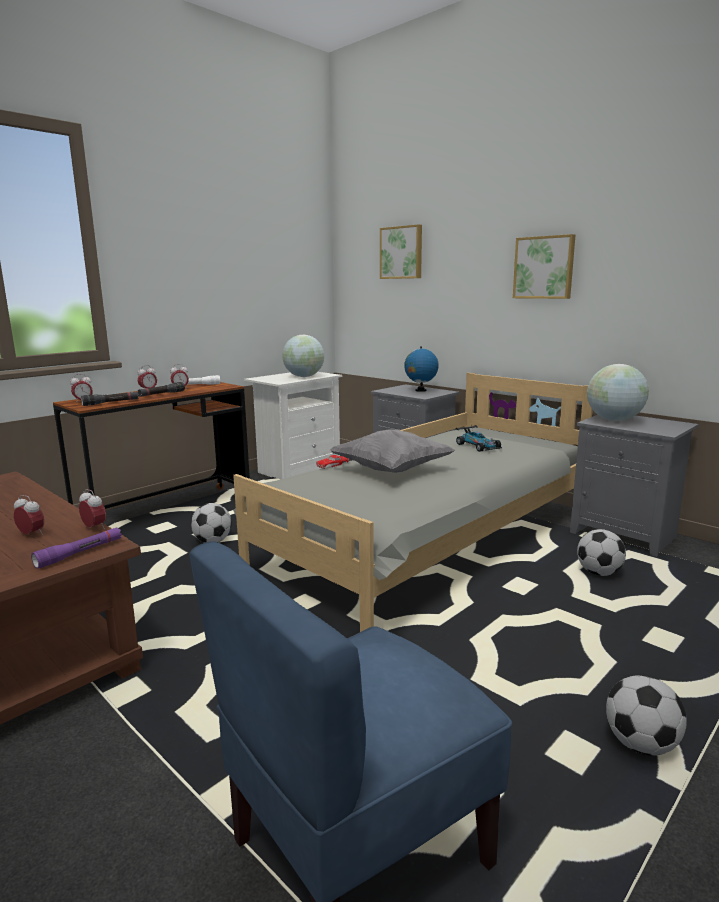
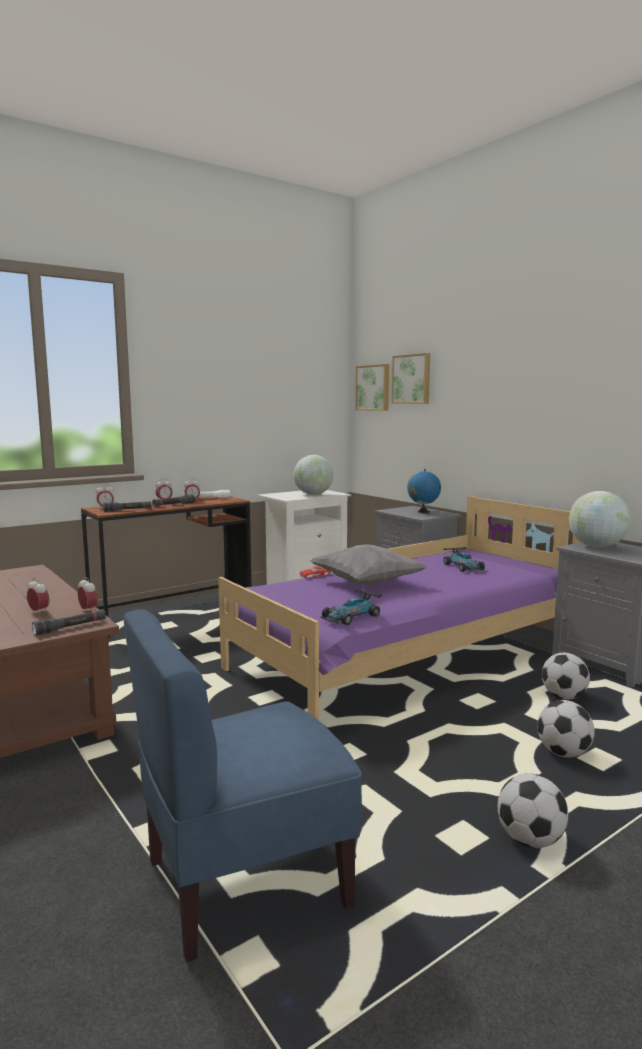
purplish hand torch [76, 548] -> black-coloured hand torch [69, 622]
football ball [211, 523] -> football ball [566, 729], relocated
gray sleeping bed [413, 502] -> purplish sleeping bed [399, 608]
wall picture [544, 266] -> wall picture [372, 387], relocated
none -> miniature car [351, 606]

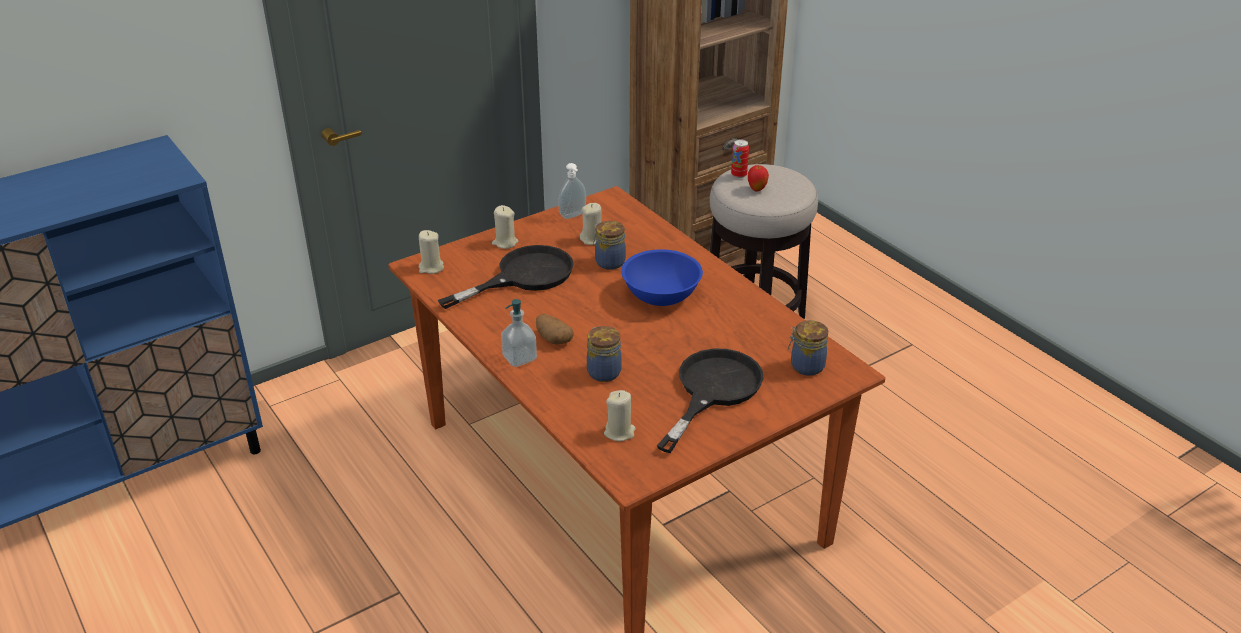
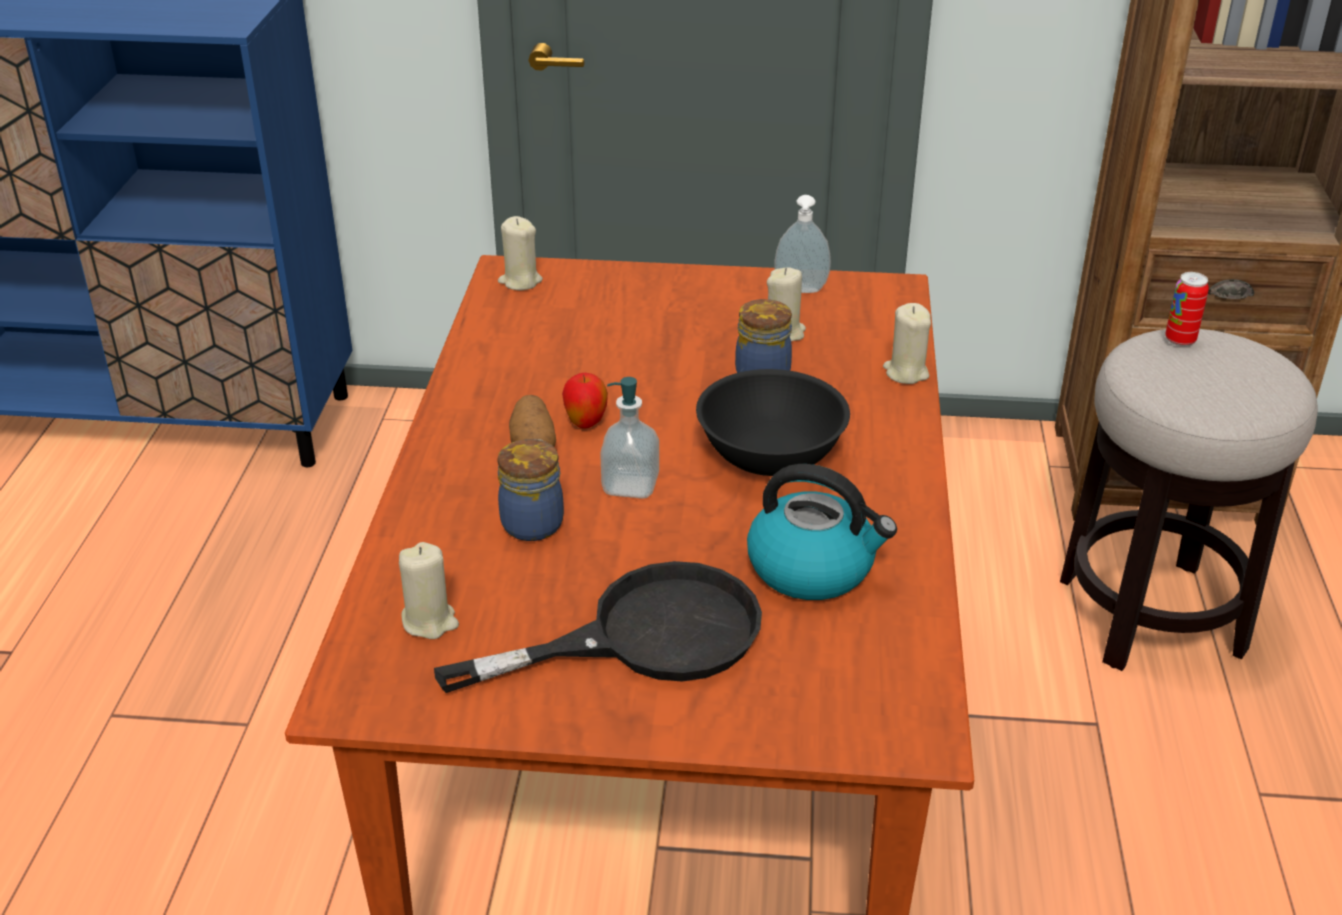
black-coloured frying pan [506, 277] -> none
beige wax candle [505, 227] -> beige wax candle [907, 343], relocated
liquid soap bottle [519, 333] -> liquid soap bottle [629, 438], relocated
blue-coloured deep dish [662, 277] -> black-coloured deep dish [773, 422]
apple fruit [758, 178] -> apple fruit [585, 400], relocated
storage jar [808, 348] -> none
none -> tea kettle [822, 532]

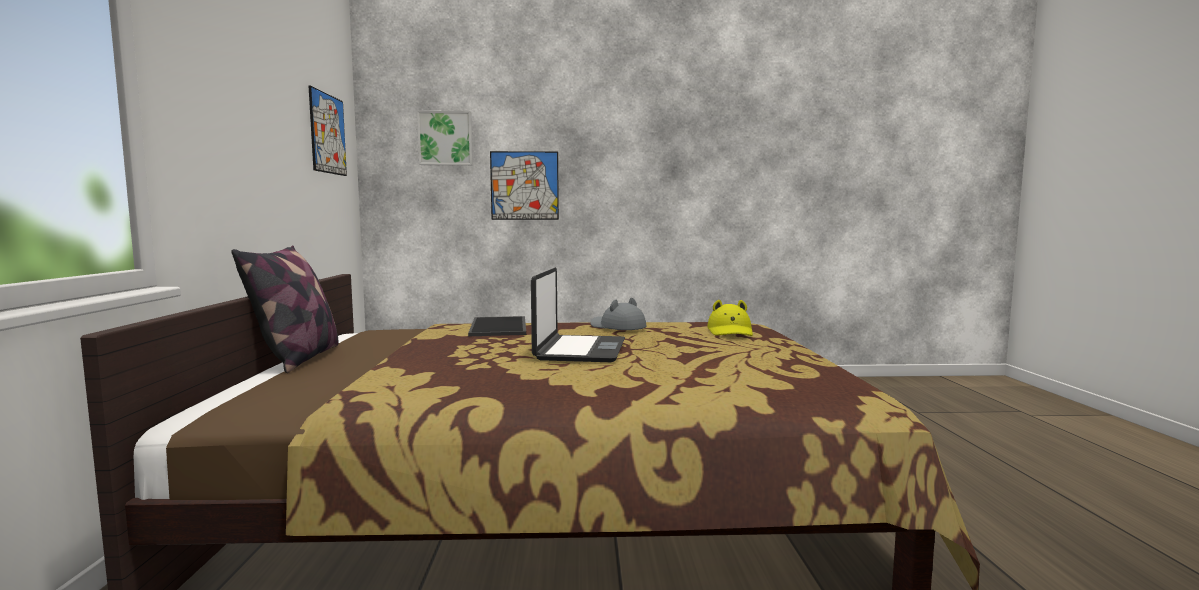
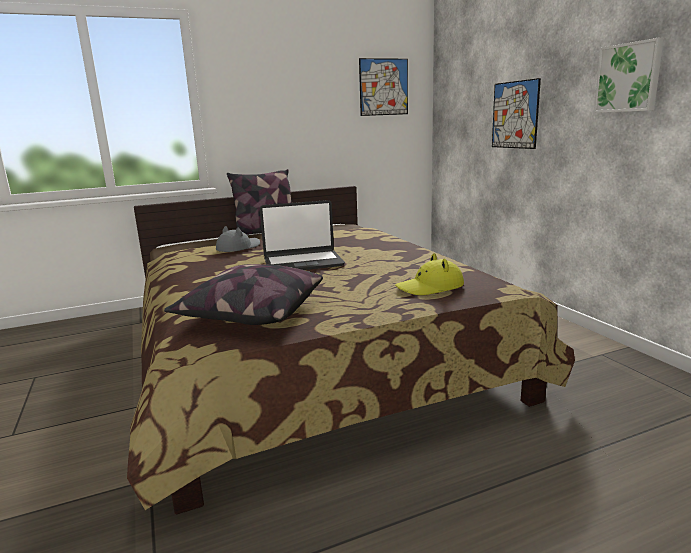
wall picture [445, 138] -> wall picture [629, 75], relocated
carrying tray [497, 326] -> none
gray hat [618, 314] -> gray hat [238, 239], relocated
none -> cushion [243, 294]

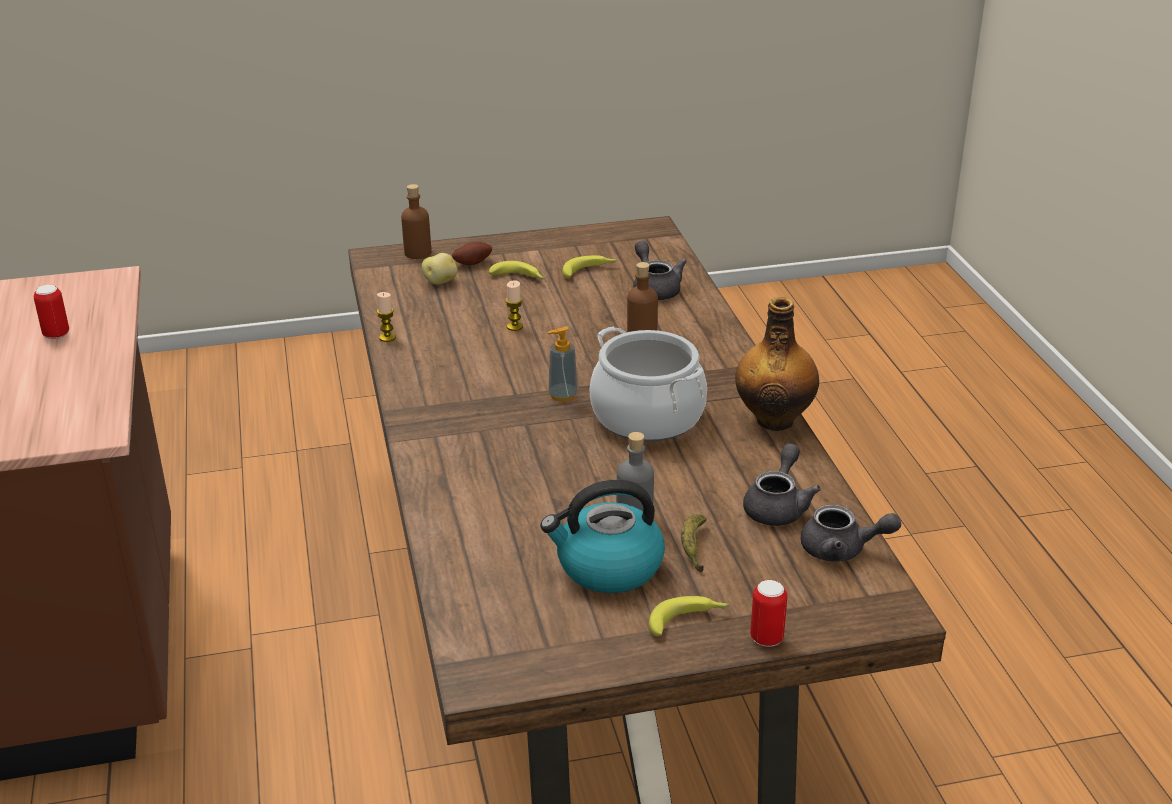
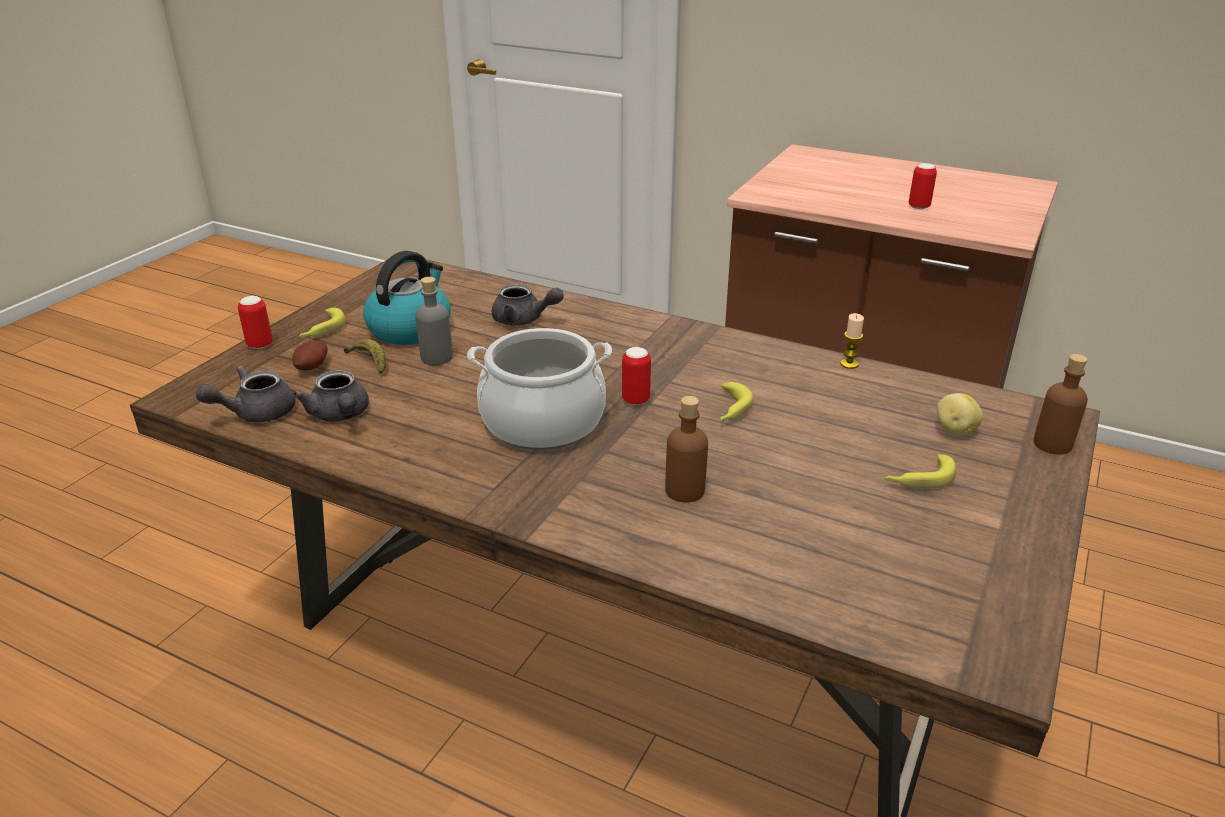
potato [472, 253] -> potato [310, 355], relocated
wax candle [514, 305] -> none
liquid soap bottle [563, 364] -> sealed can [636, 376]
banana fruit [589, 266] -> banana fruit [737, 402], relocated
gray pot for tea [660, 270] -> gray pot for tea [528, 304], relocated
beverage bottle [777, 364] -> none

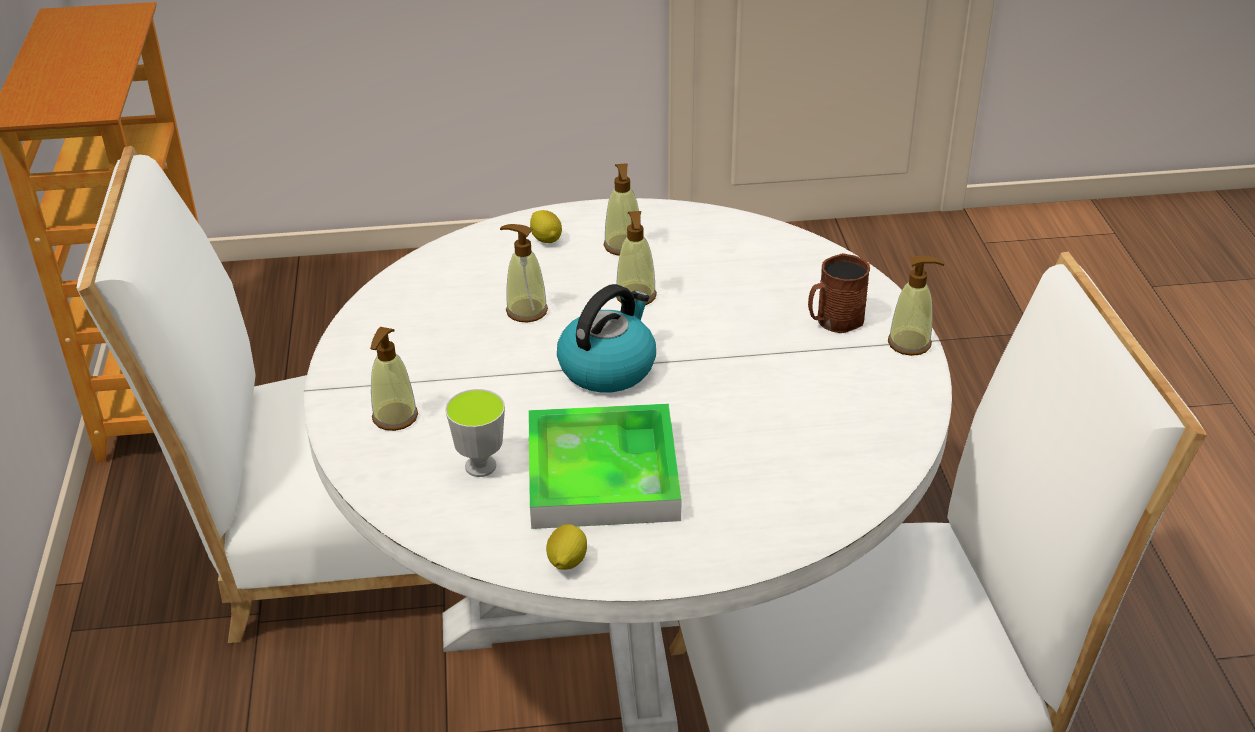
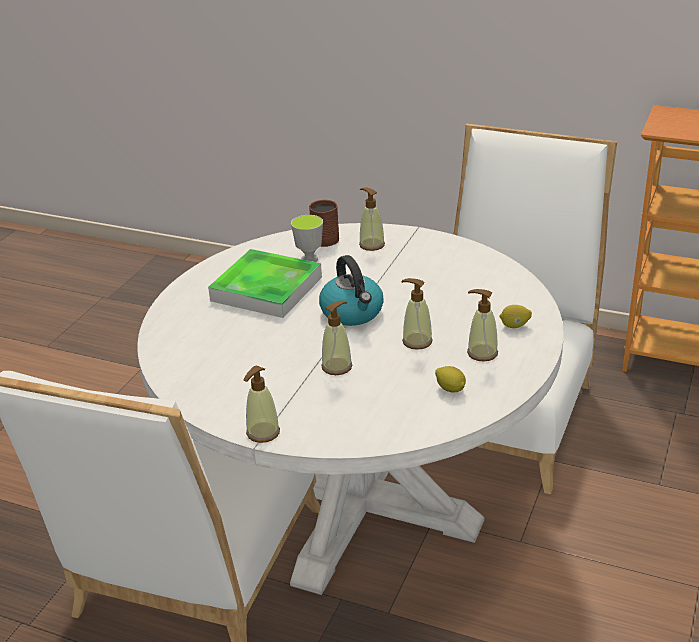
liquid soap bottle [524, 273] -> liquid soap bottle [337, 338], relocated
citrus fruit [566, 547] -> citrus fruit [450, 379], relocated
brown-coloured mug [839, 293] -> brown-coloured mug [324, 223], relocated

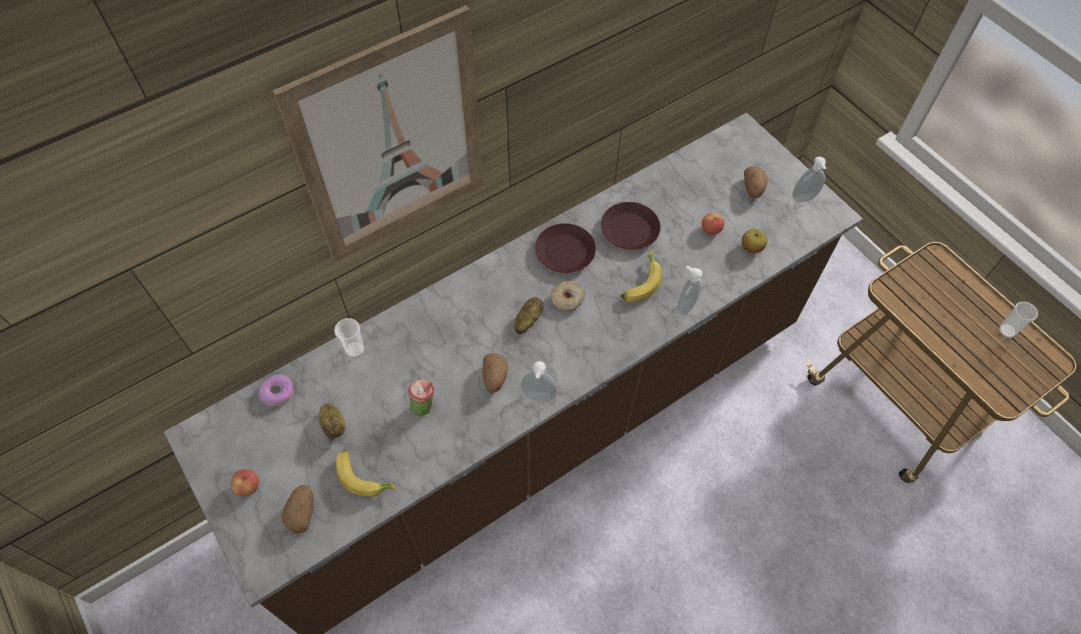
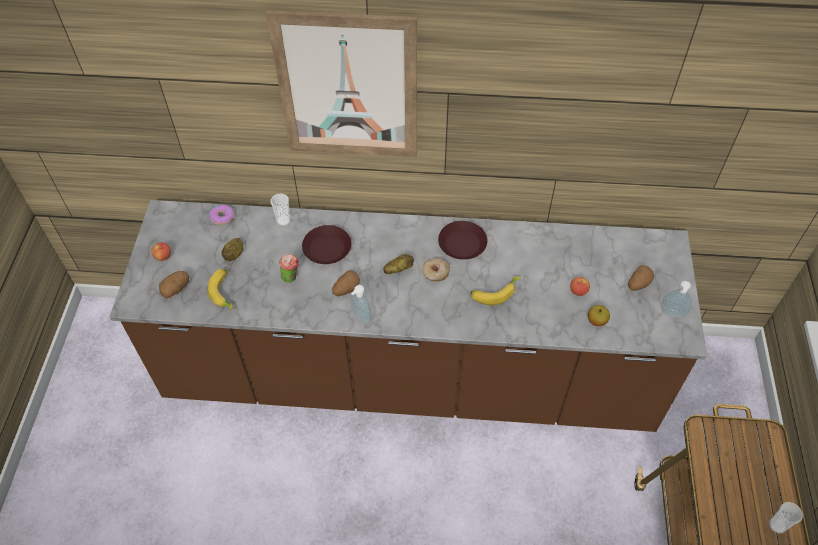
brown-coloured flat dish [631, 226] -> brown-coloured flat dish [326, 244], relocated
liquid soap bottle [690, 290] -> none

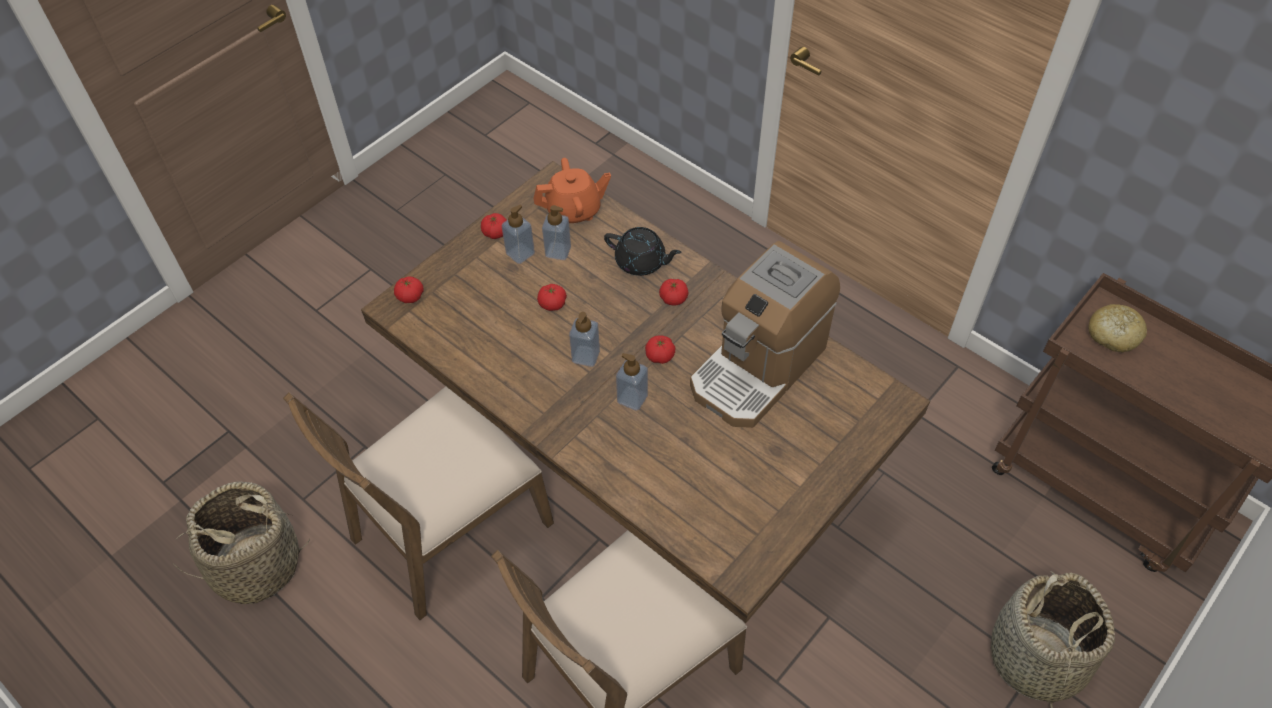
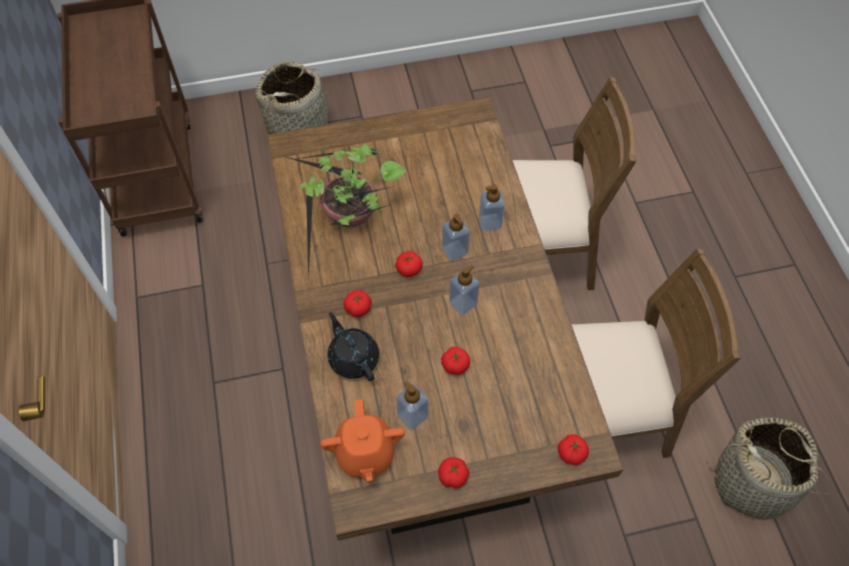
liquid soap bottle [518, 234] -> liquid soap bottle [492, 208], relocated
orange pot for tea [572, 190] -> orange pot for tea [362, 440], 120 degrees counterclockwise
coffee machine [765, 334] -> houseplant [344, 211]
baked bread [1117, 328] -> none

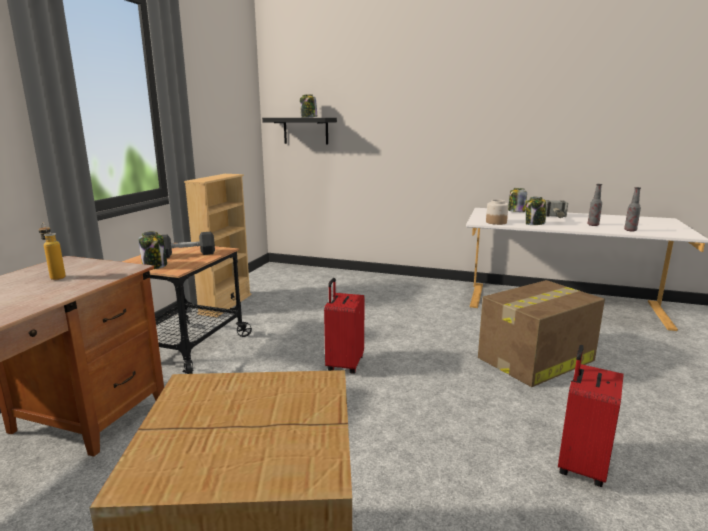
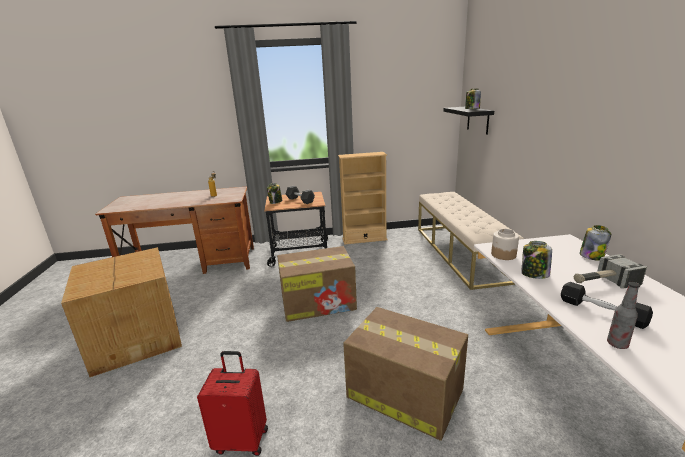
red piece of luggage [344, 326] -> packing box [317, 284]
beverage bottle [594, 205] -> black-coloured free weight [607, 305]
none -> beige indoor bench [471, 241]

